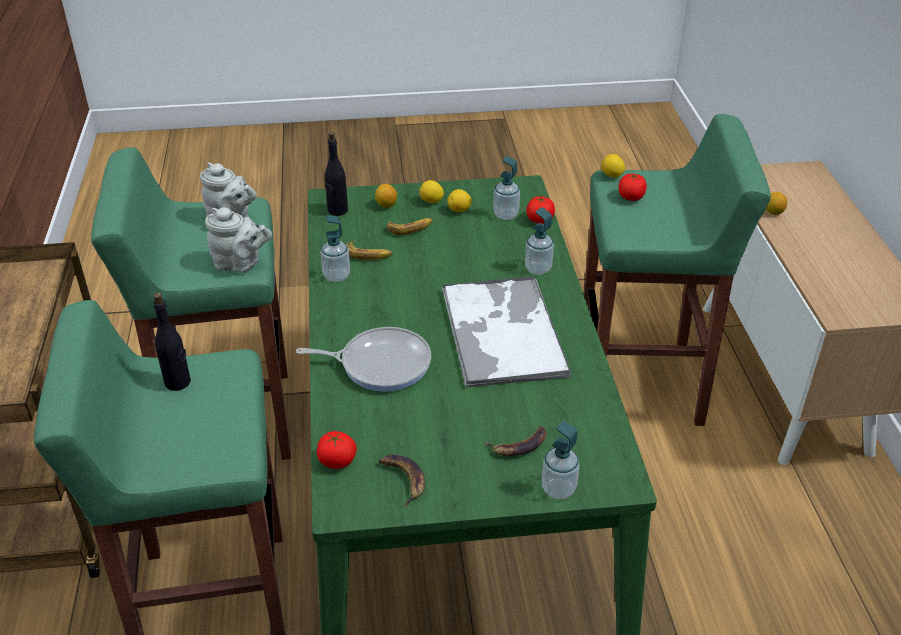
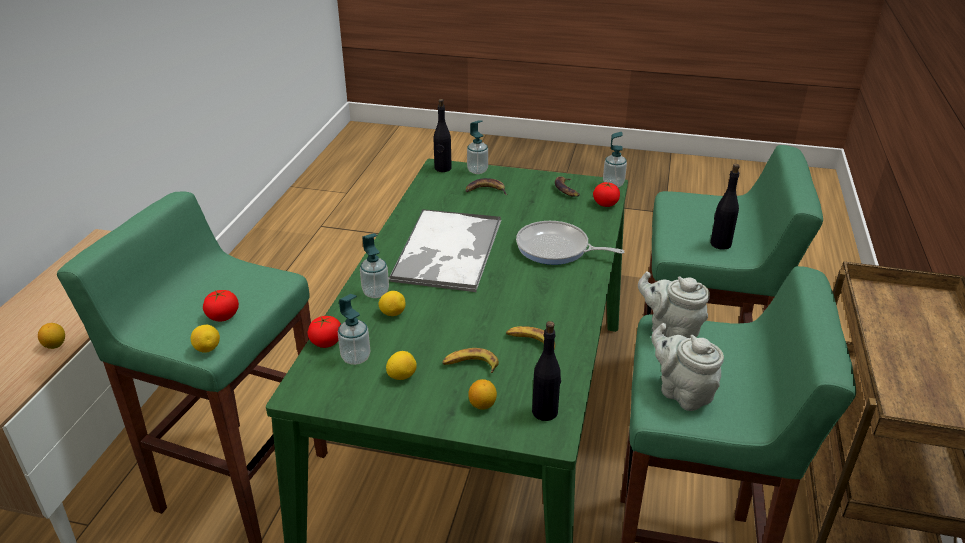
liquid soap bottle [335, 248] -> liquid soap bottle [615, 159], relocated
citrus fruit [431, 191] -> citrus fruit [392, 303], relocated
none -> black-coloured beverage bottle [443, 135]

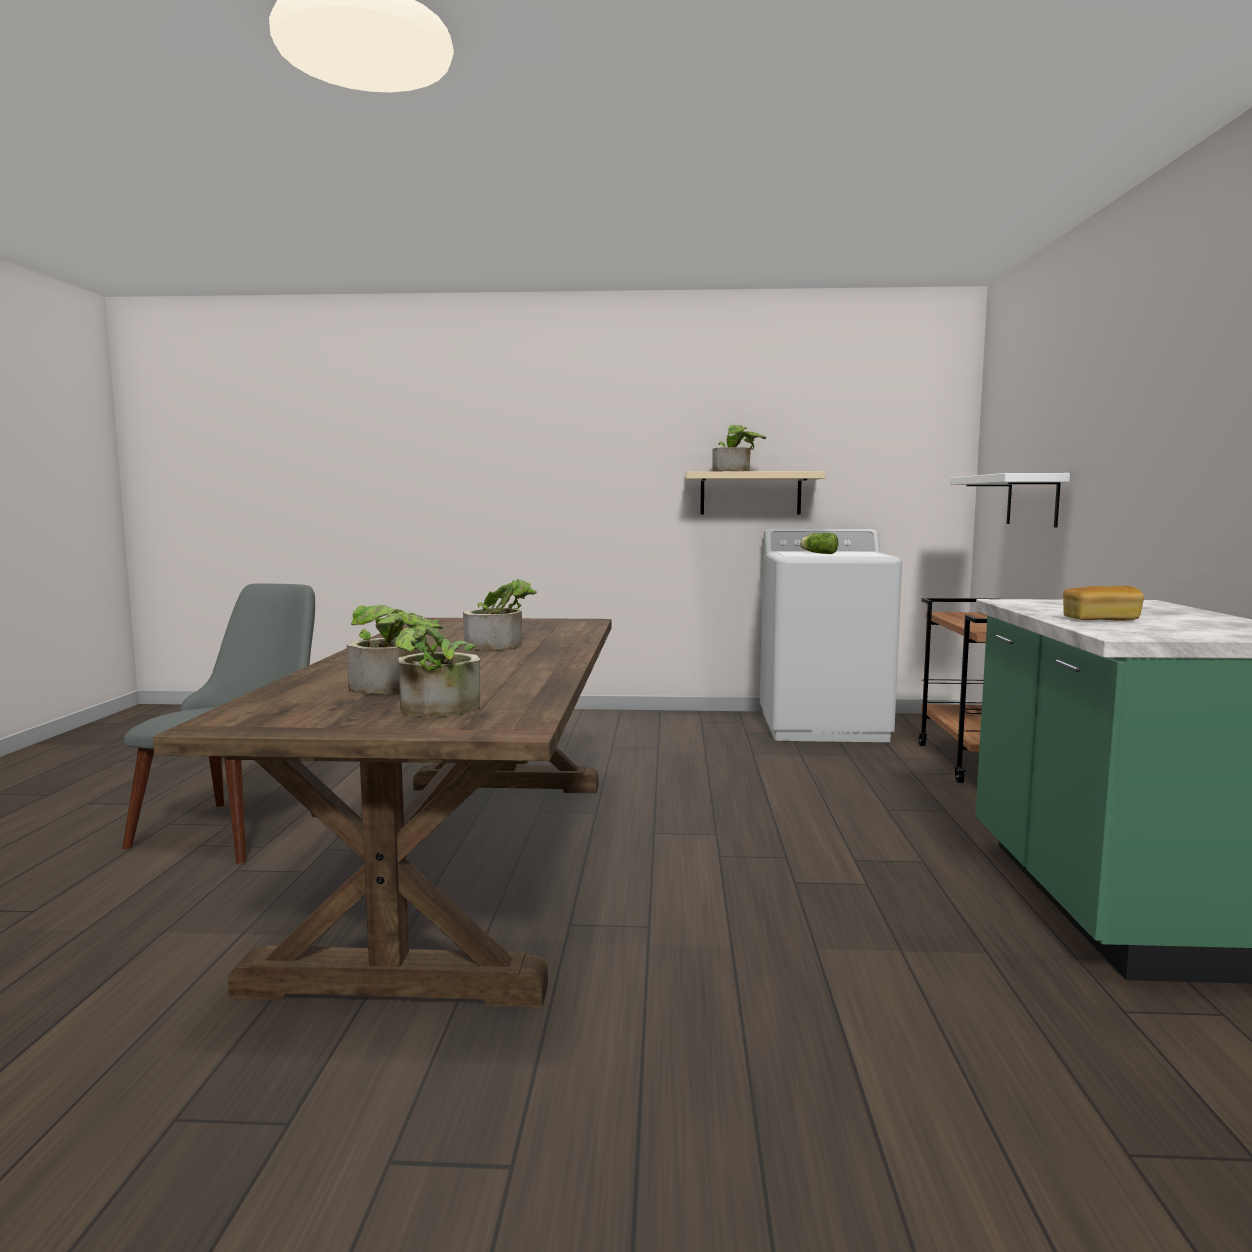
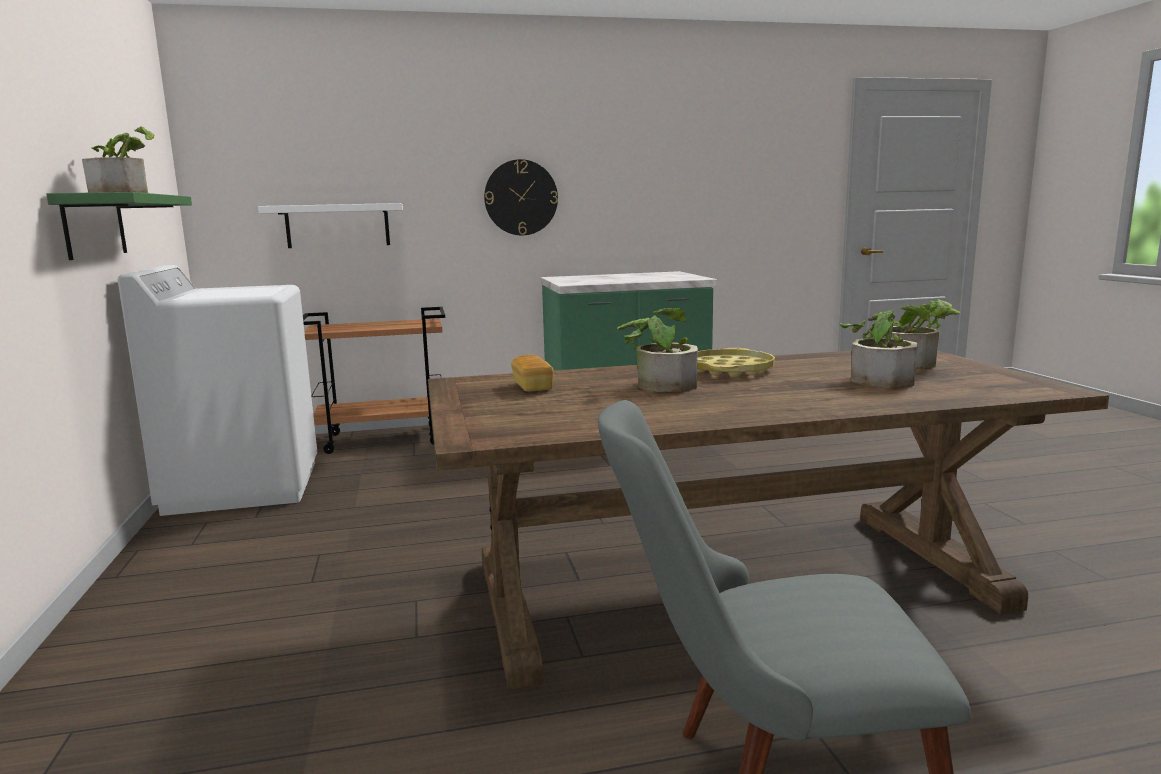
beige shelf [755, 493] -> greenish shelf [119, 226]
head of lettuce [819, 543] -> none
baked bread [1103, 603] -> baked bread [532, 373], relocated
none -> hanging clock [521, 197]
none -> yellow-coloured carrying tray [736, 362]

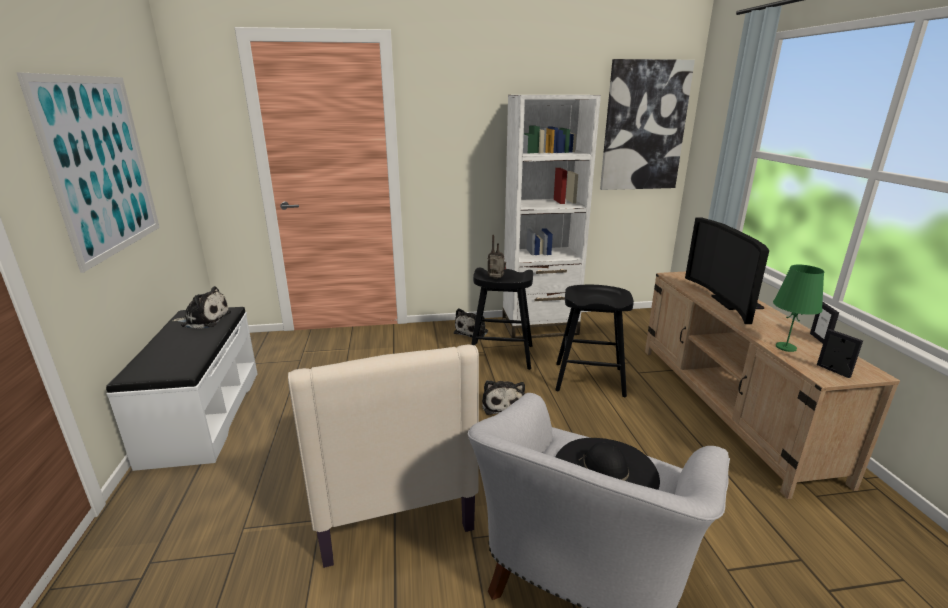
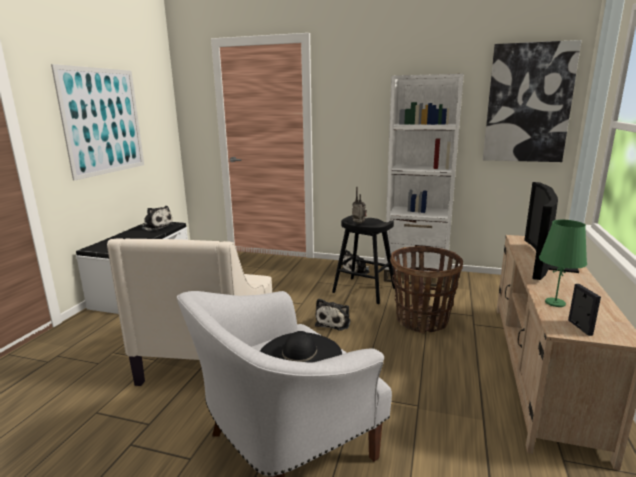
black-coloured sitting stool [594, 341] -> storage basket [426, 290]
standing frame [824, 322] -> none

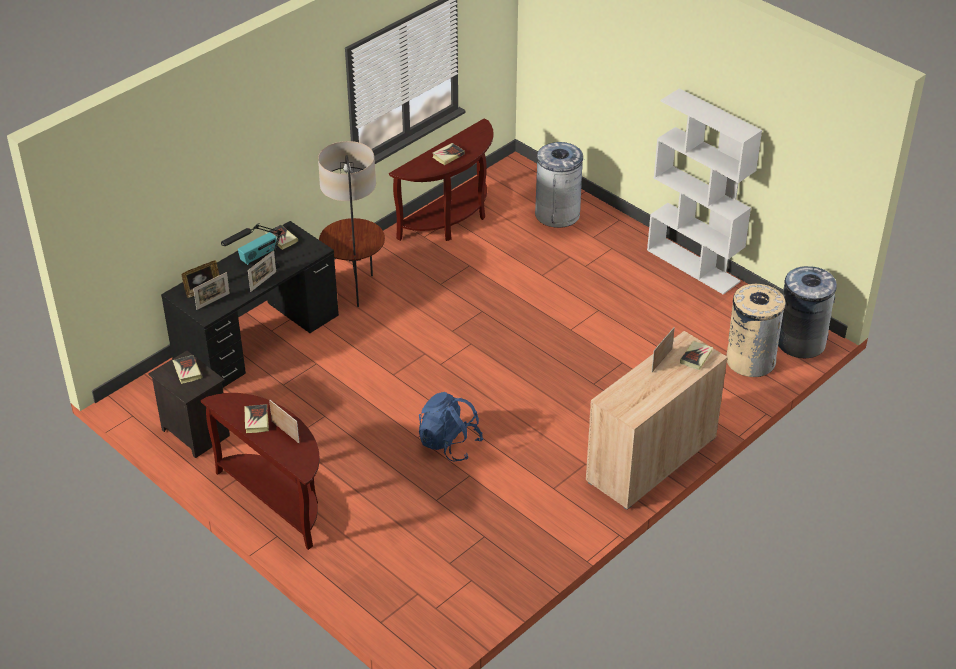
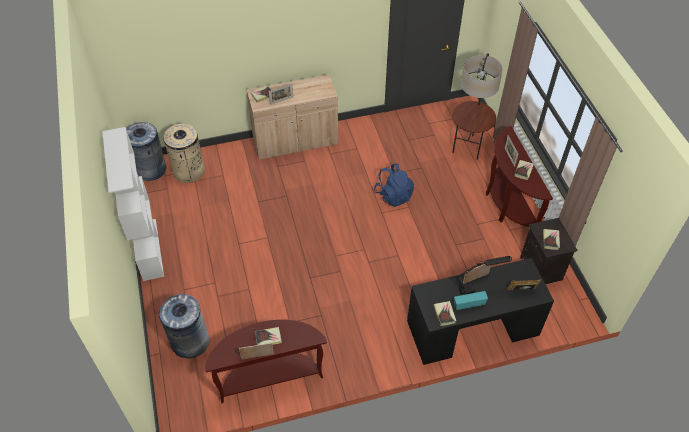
standing frame [211, 291] -> standing frame [256, 351], relocated
floor lamp [351, 224] -> floor lamp [477, 106], relocated

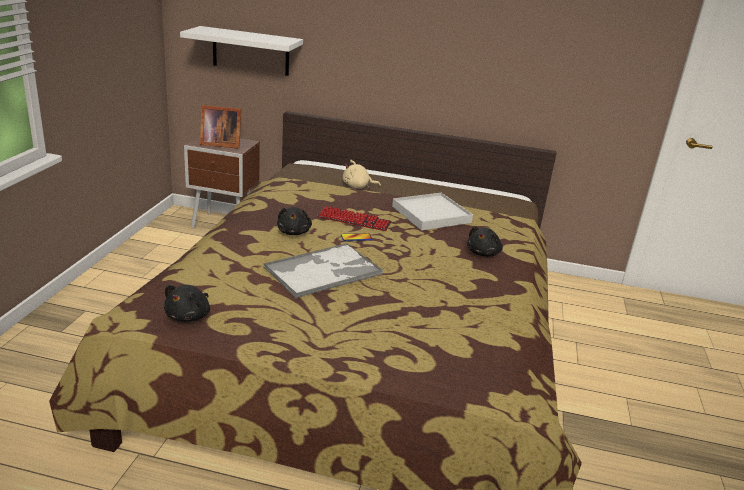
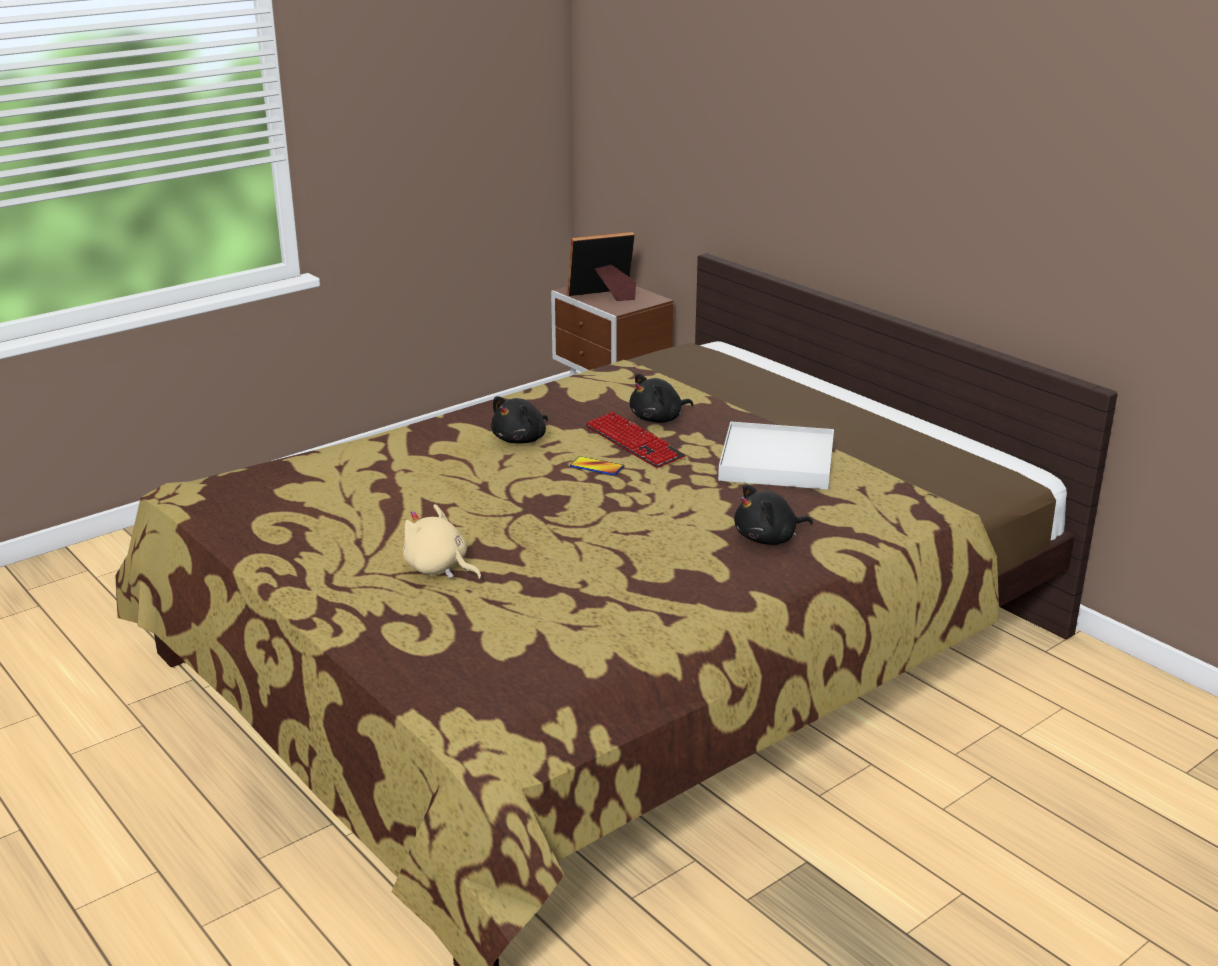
black-coloured cuddly toy [187, 303] -> black-coloured cuddly toy [661, 398], relocated
whitish shelf [241, 51] -> none
standing frame [220, 127] -> standing frame [601, 266], 120 degrees clockwise
carrying tray [323, 270] -> none
beige cuddly toy [362, 174] -> beige cuddly toy [442, 541], relocated

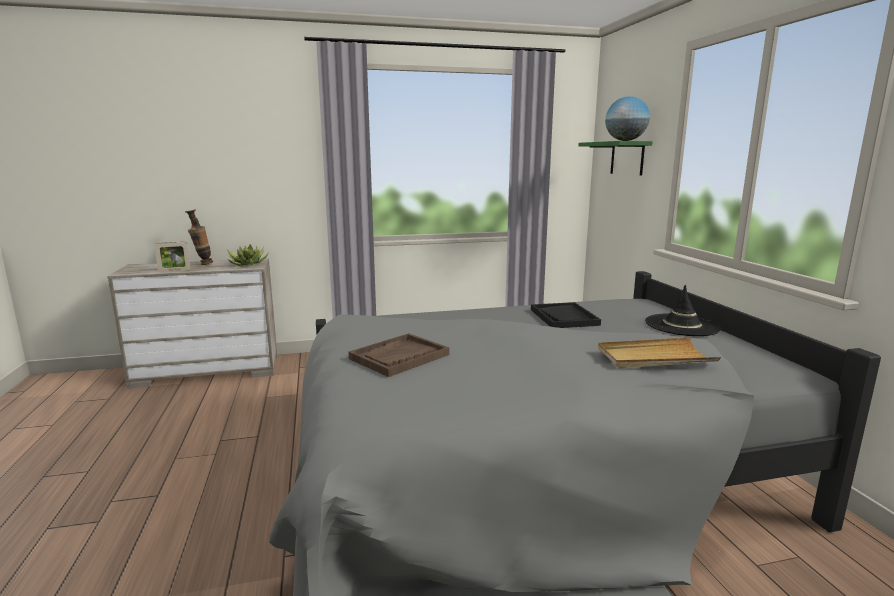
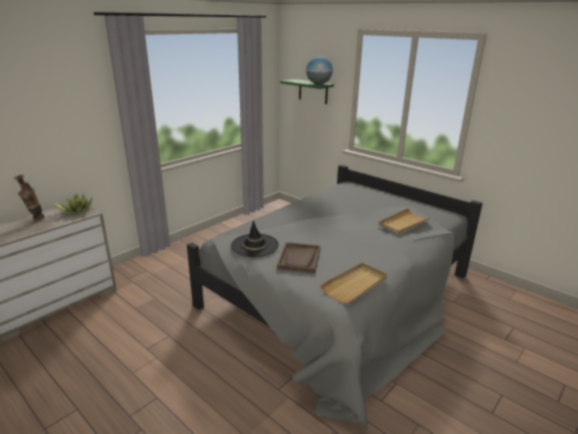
standing frame [172, 257] -> none
black-coloured carrying tray [566, 315] -> none
black-coloured hat [683, 310] -> black-coloured hat [255, 238], relocated
none -> beige carrying tray [353, 283]

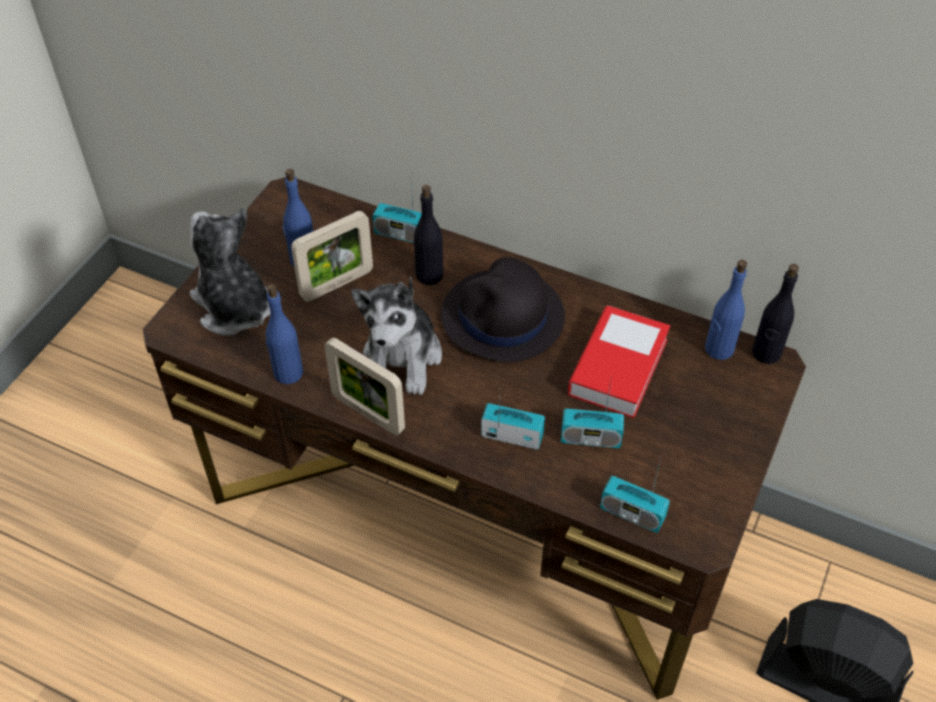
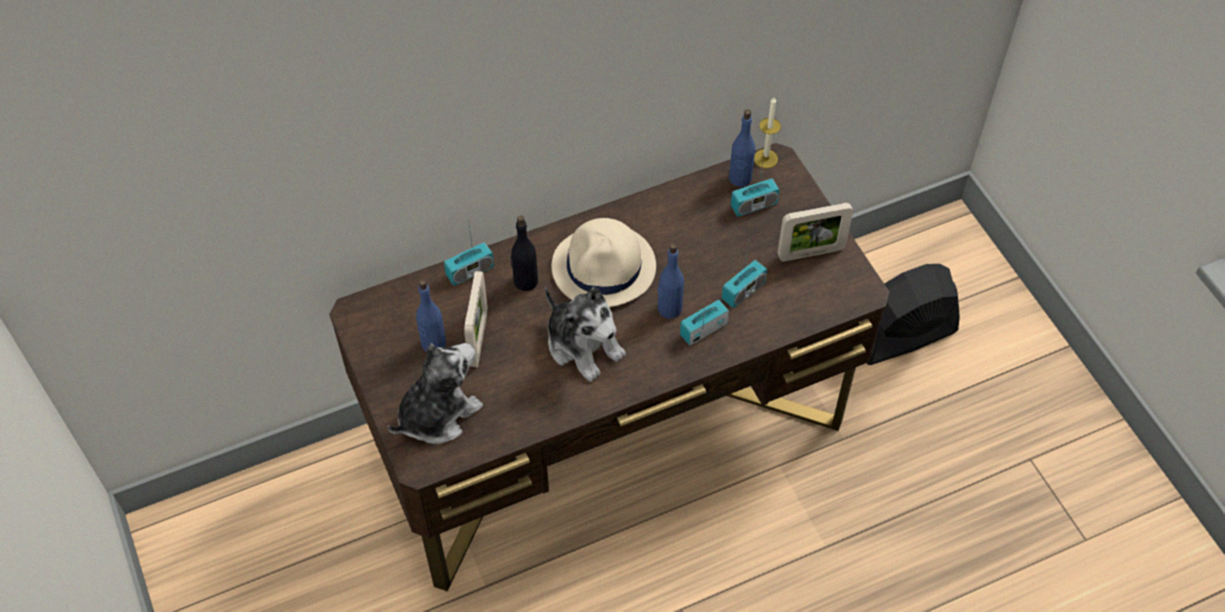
cuddly toy [230, 272] -> cuddly toy [435, 393], 135 degrees clockwise
blue-coloured beverage bottle [284, 334] -> blue-coloured beverage bottle [671, 281], relocated
standing frame [364, 387] -> standing frame [815, 232], relocated
black-coloured hat [503, 309] -> beige hat [604, 262]
volume [619, 362] -> none
radio receiver [635, 495] -> radio receiver [755, 186], relocated
black-coloured beverage bottle [775, 314] -> wax candle [767, 132]

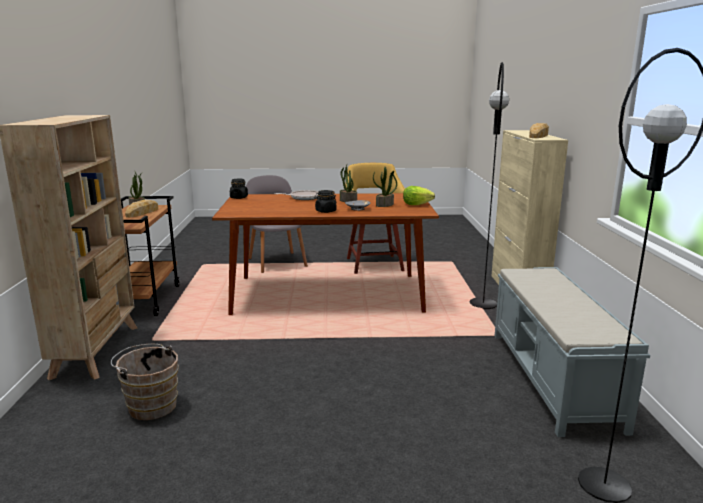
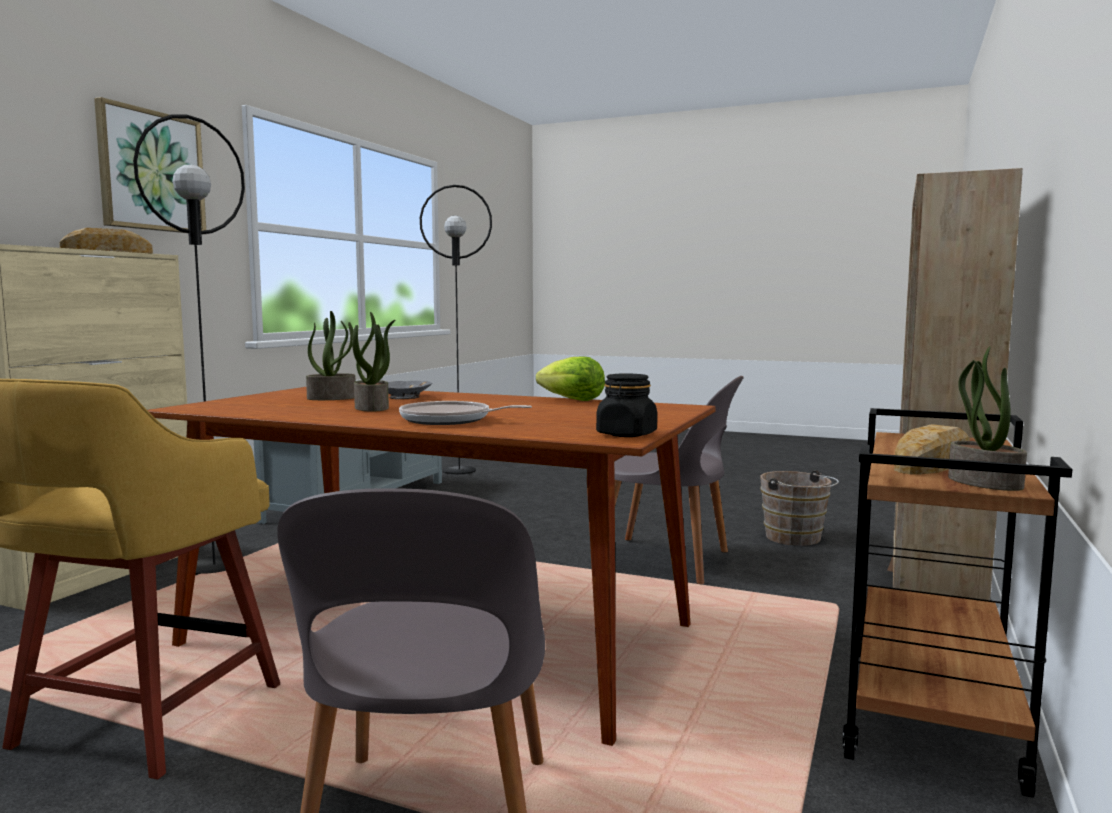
black-coloured storage jar [326, 201] -> none
head of lettuce [419, 195] -> head of lettuce [570, 378], relocated
none -> wall picture [150, 165]
none -> gray chair [667, 480]

